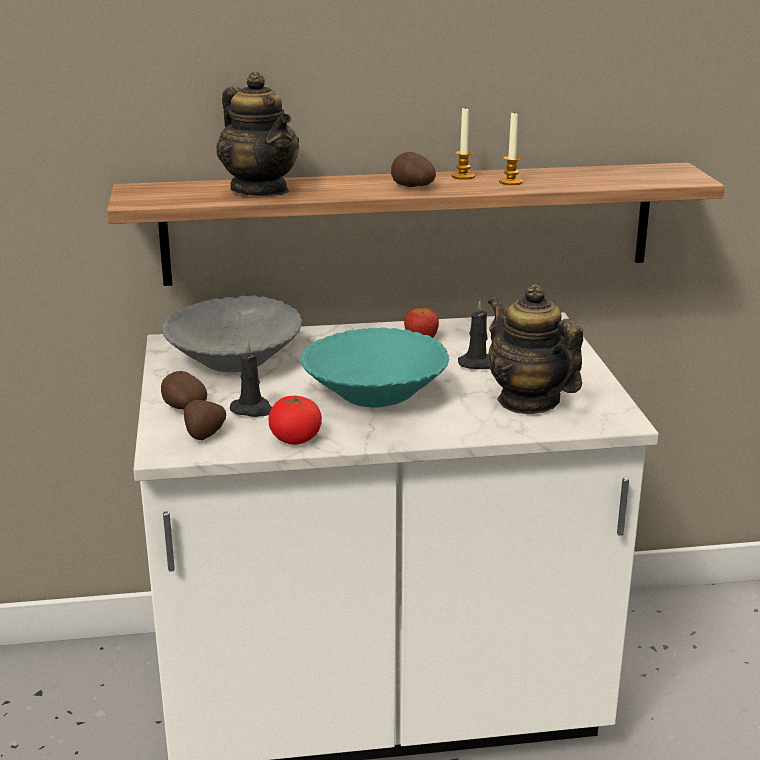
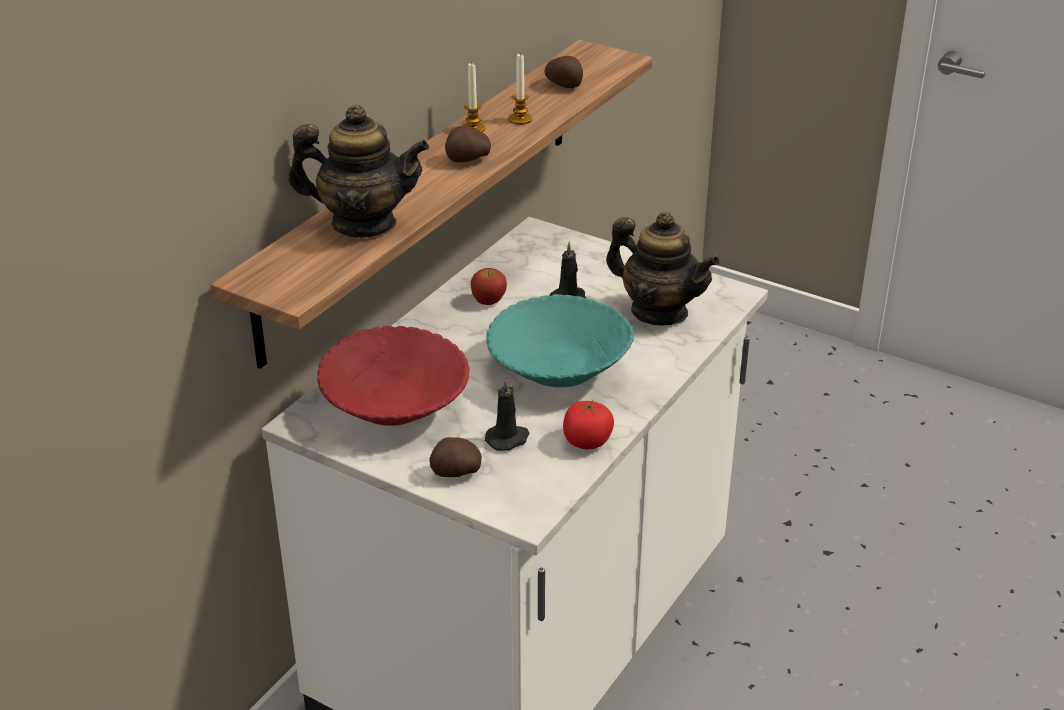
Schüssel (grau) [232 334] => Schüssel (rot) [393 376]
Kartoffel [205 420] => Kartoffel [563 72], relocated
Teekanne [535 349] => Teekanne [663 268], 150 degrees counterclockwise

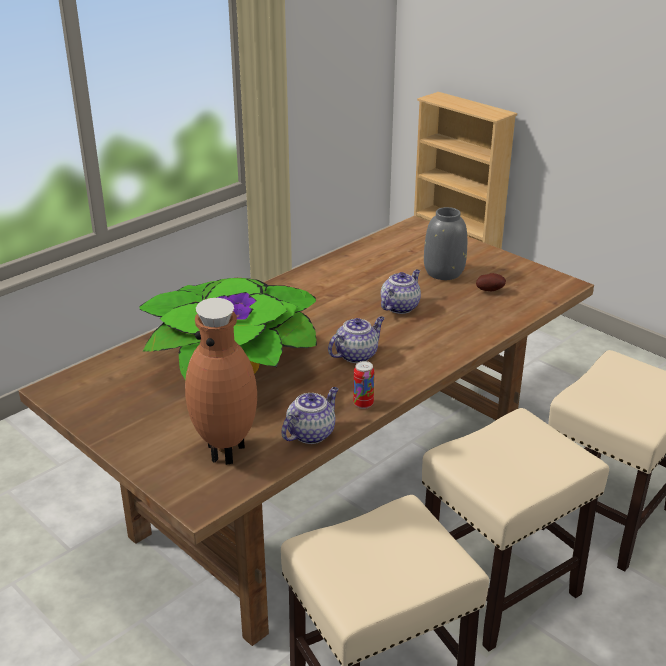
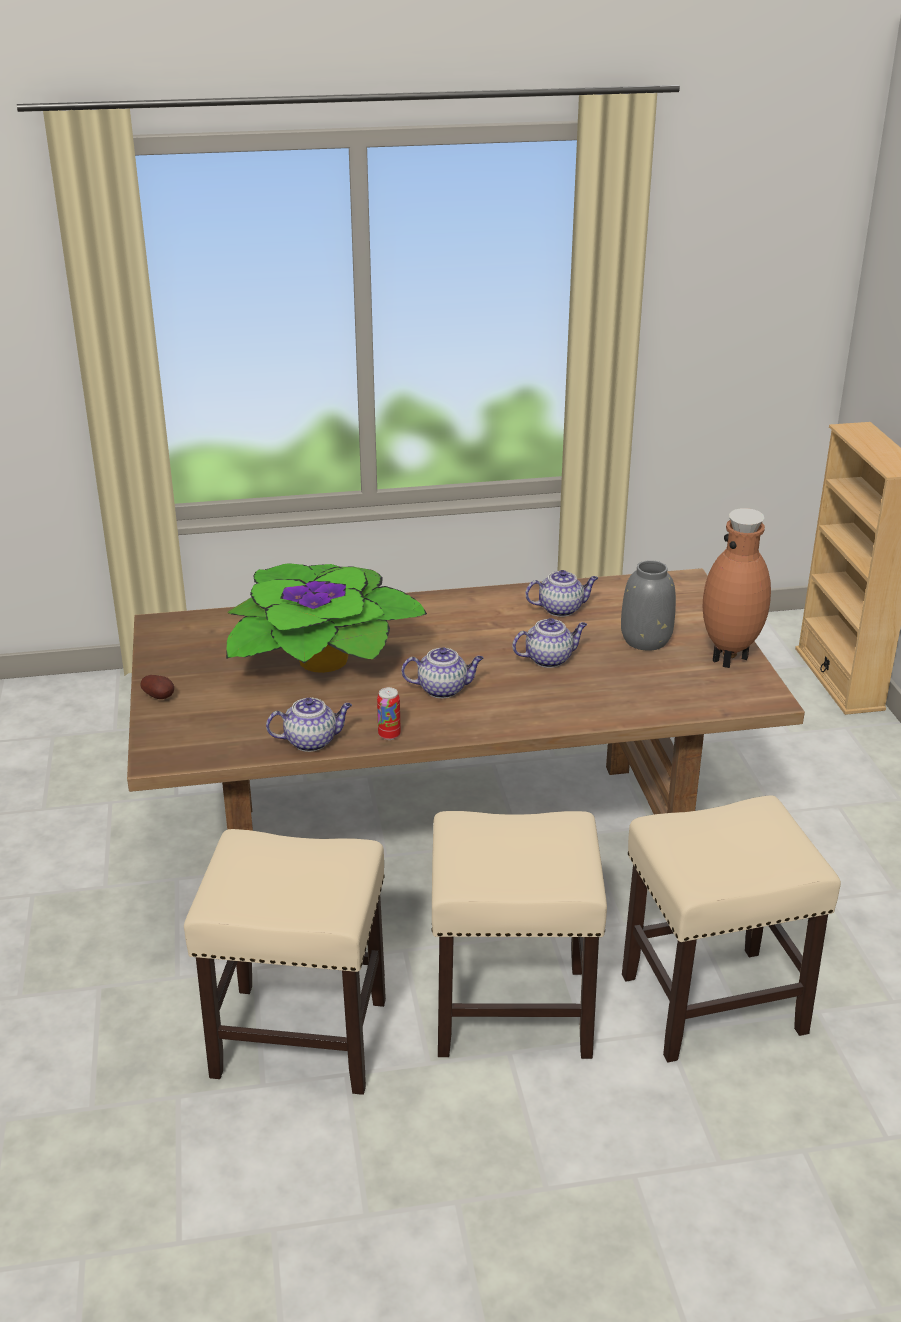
Vase (braun) [221 381] => Vase (braun) [737 588], relocated
Kartoffel [491 282] => Kartoffel [157 687], relocated
nothing => Teekanne [561 593]

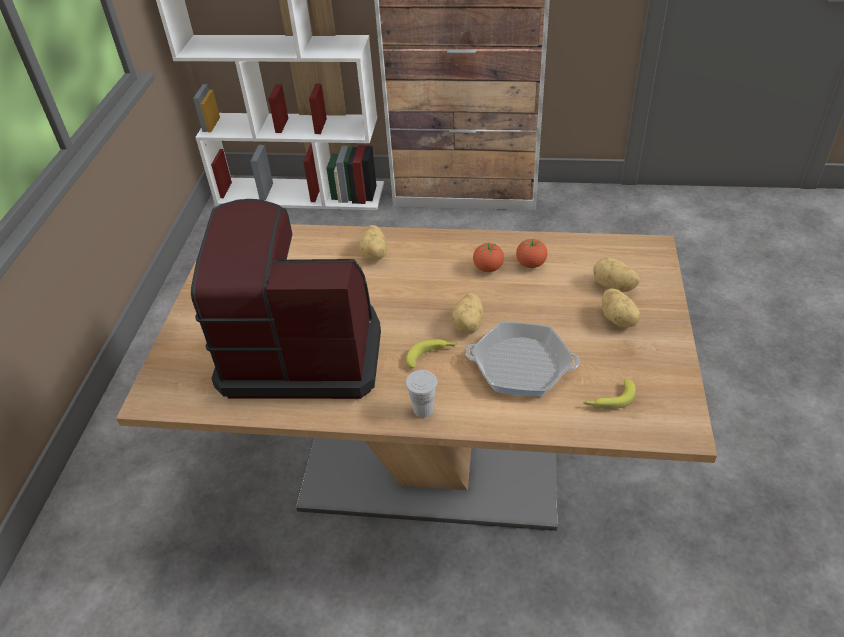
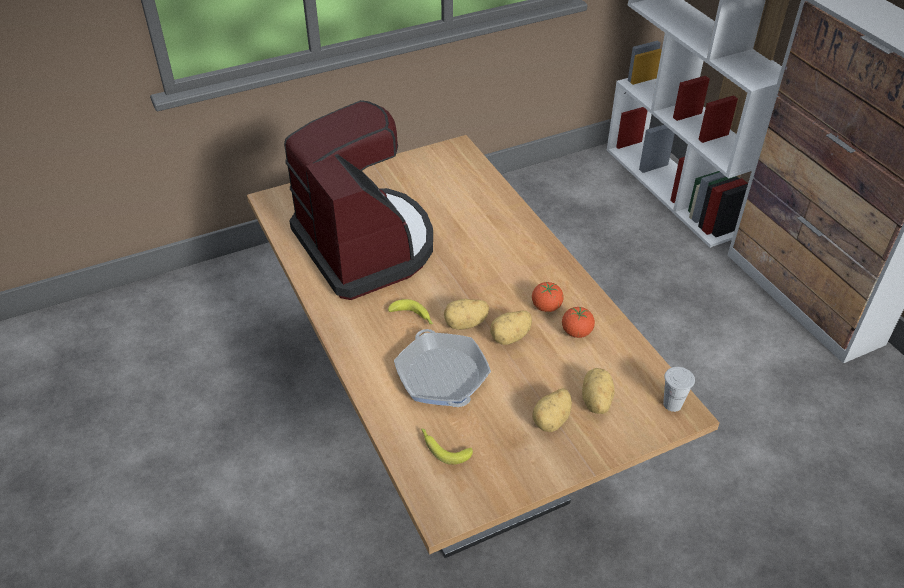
Kartoffel [373 242] => Kartoffel [511 328], relocated
Tasse (weiß) [421 394] => Tasse (weiß) [679 389], relocated

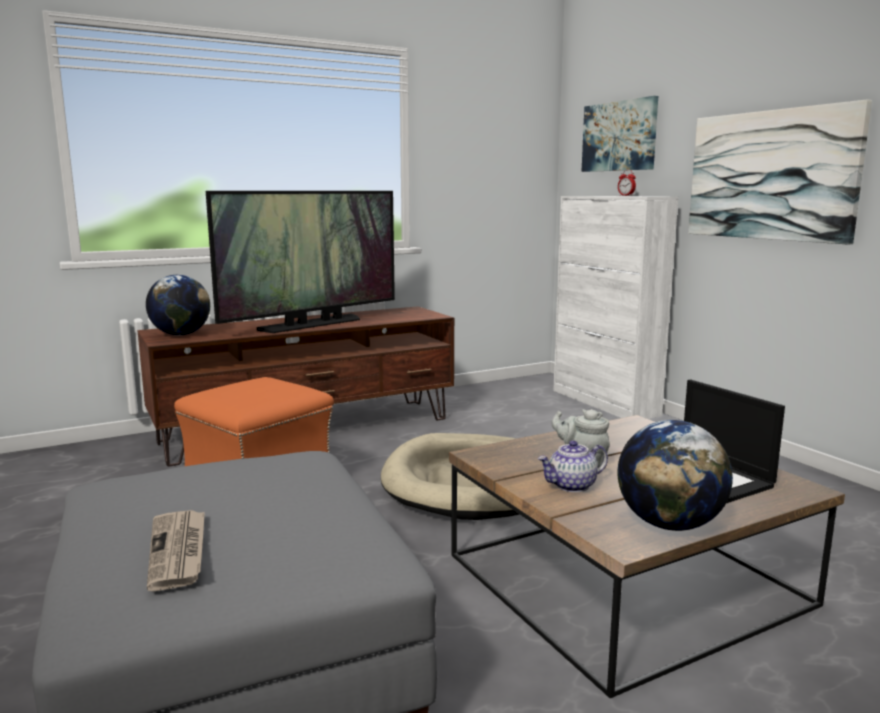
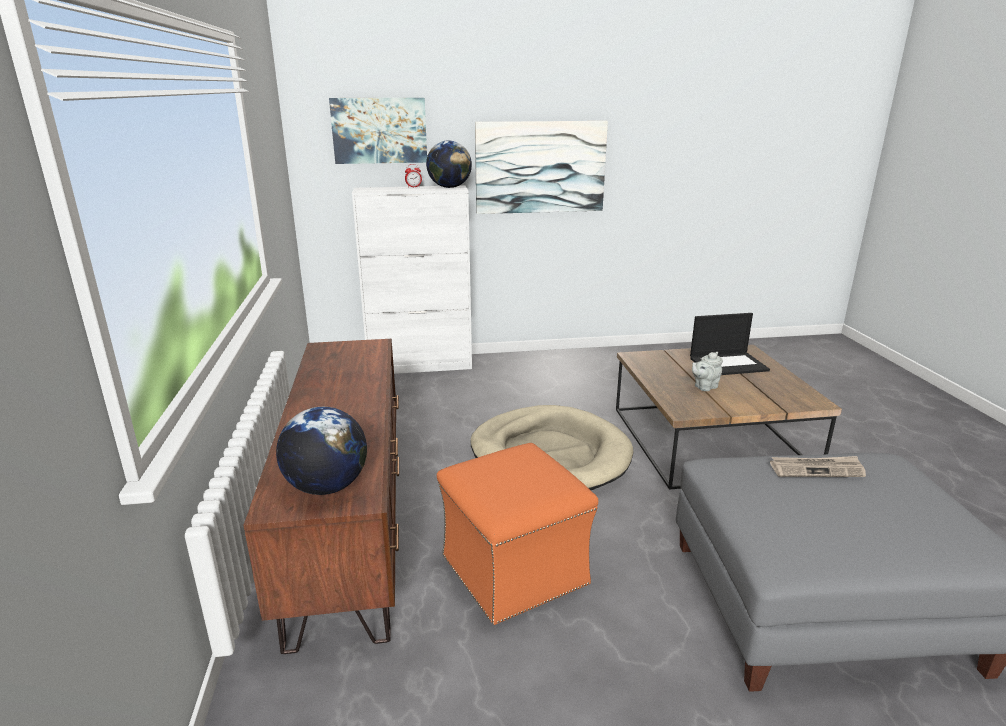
Zeitung [176 550] => Zeitung [818 466], relocated
Fernseher [300 262] => nothing
Teekanne [573 466] => nothing
Globus [675 475] => Globus [449 164], relocated

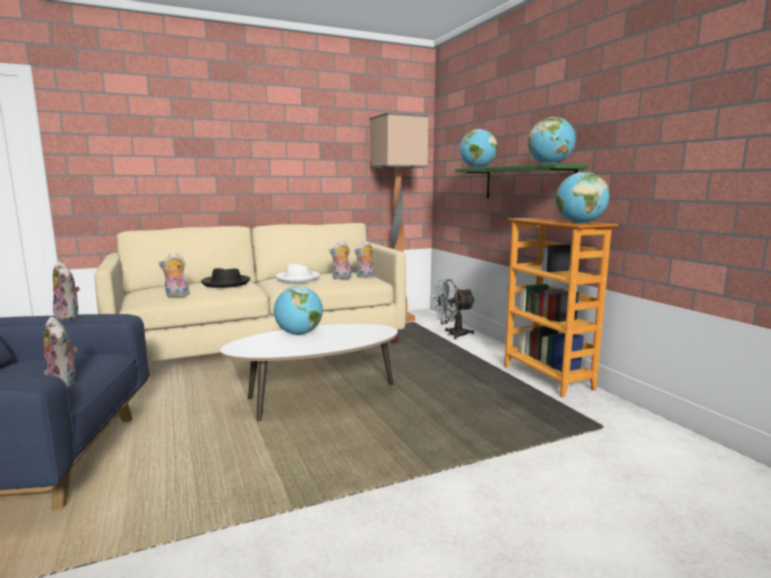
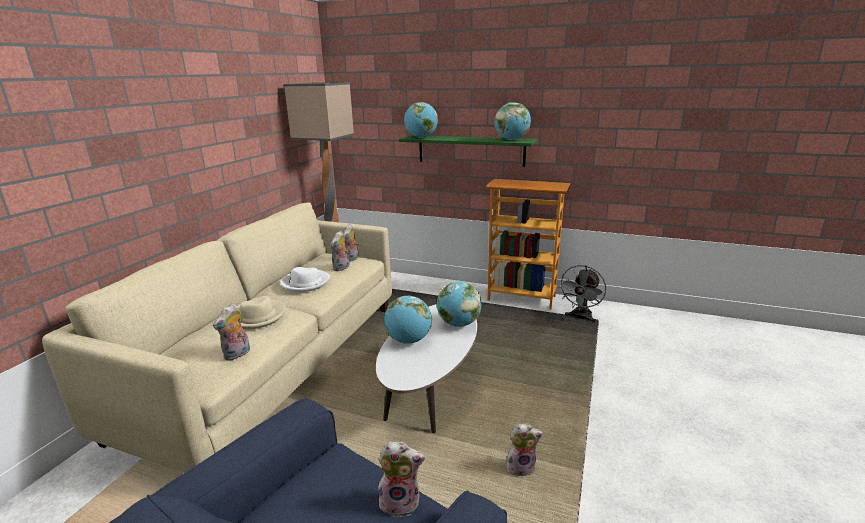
Plüschtier [66 290] => Plüschtier [525 449], relocated
Hut (schwarz) [225 278] => Hut (beige) [261 312]
Ventilator (grau) [454 309] => Ventilator (grau) [582 294], relocated
Globus [582 198] => Globus [459 304], relocated

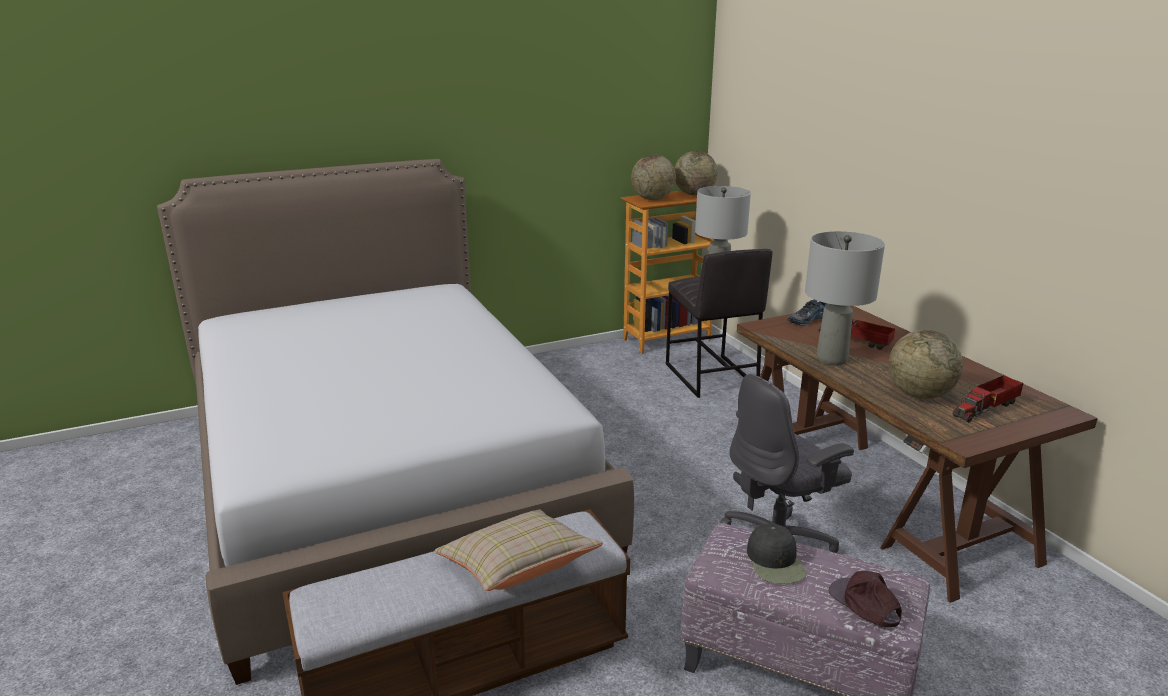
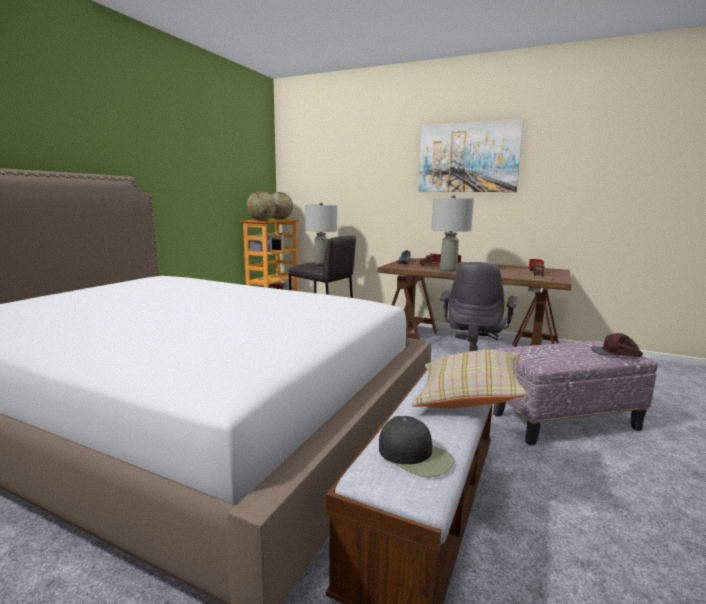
Kappe (schwarz) [777 553] => Kappe (schwarz) [416 446], relocated
Globus [925 364] => nothing
nothing => Bild [471 156]

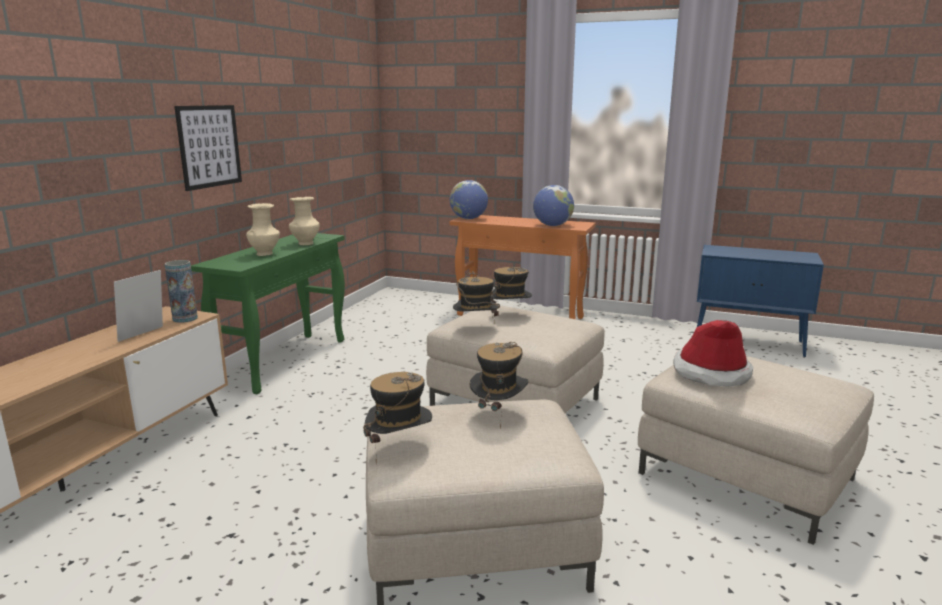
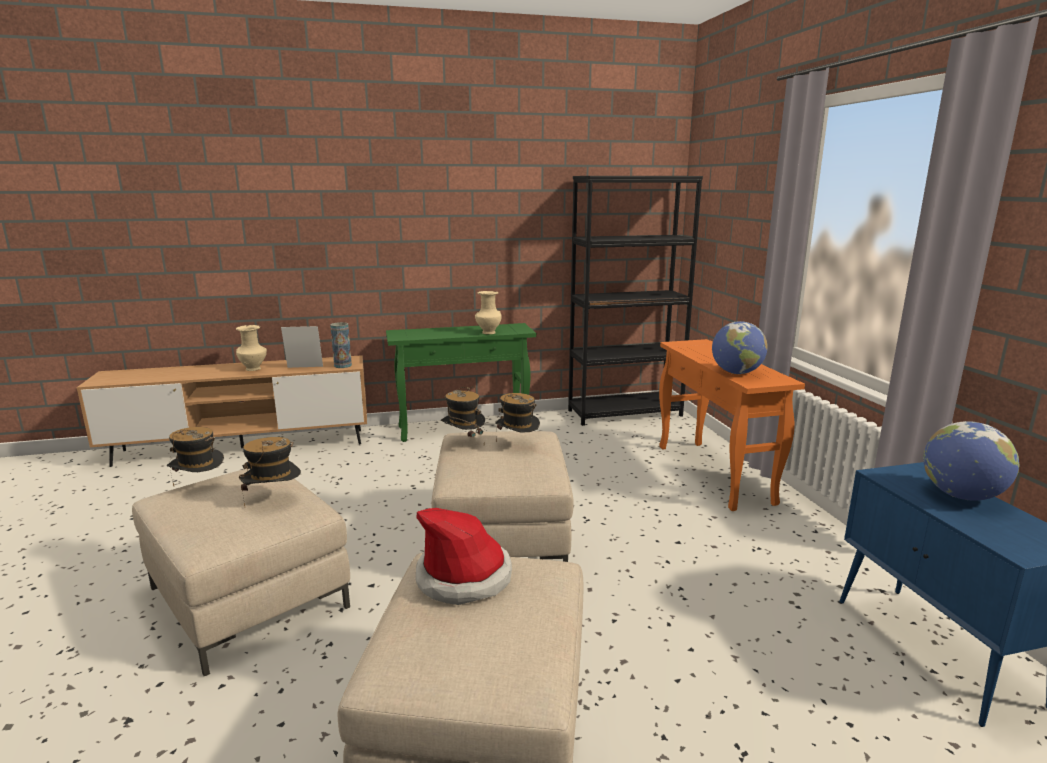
Bild [208 148] => nothing
Vase (beige) [263 229] => Vase (beige) [251 348], relocated
Globus [469 199] => Globus [971 461], relocated
nothing => Bücherregal (schwarz) [635 301]

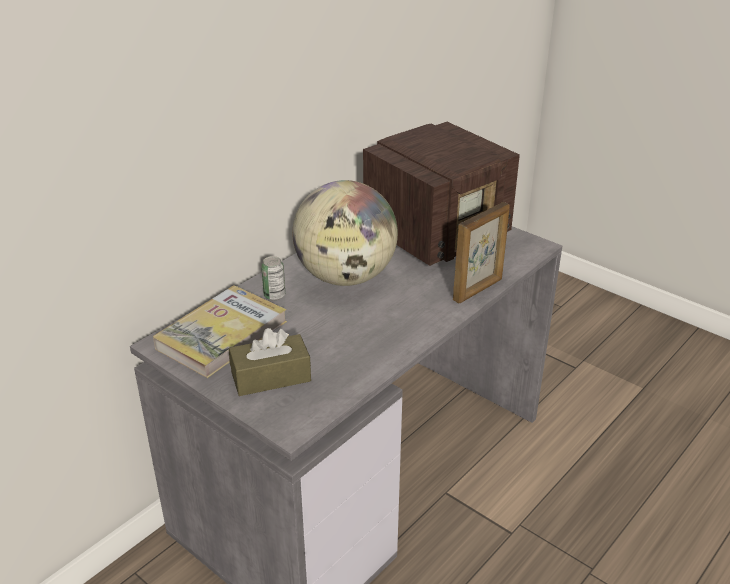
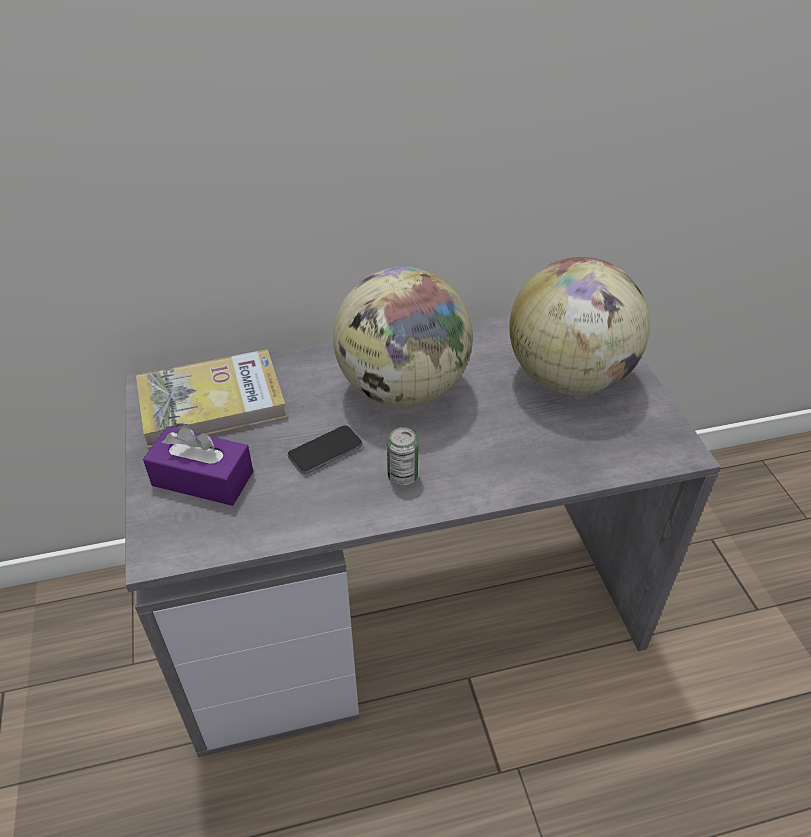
Taschentuchbox (braun) [270 362] => Taschentuchbox (lila) [198 466]
Dose [273 278] => Dose [402 456], relocated
Radio [441 194] => Globus [579 326]
Bilderrahmen [481 253] => nothing
nothing => Handy [325 449]

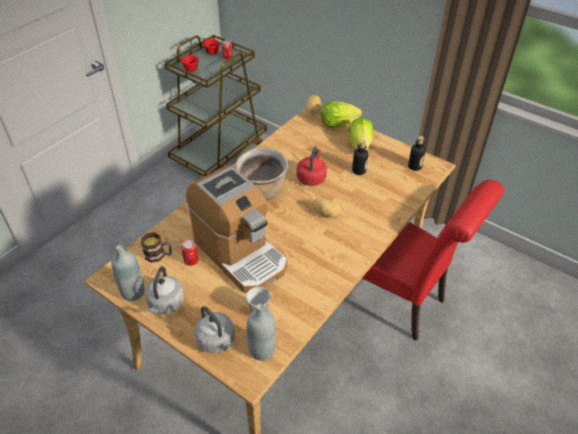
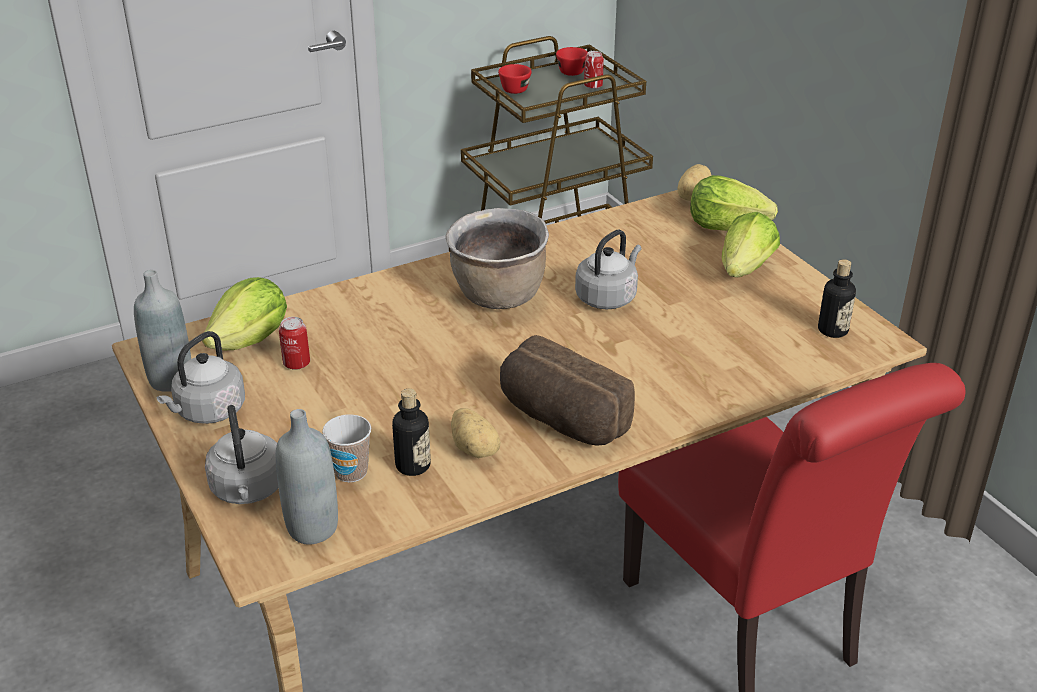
Henkelbecher [156 247] => Salatkopf [244 313]
Kaffeemaschine [236 229] => nothing
Wasserkessel (rot) [312 166] => Wasserkessel (grau) [608 269]
Kartoffel [326 208] => Kartoffel [476 433], relocated
Flasche [360 157] => Flasche [411 432], relocated
nothing => Brot [567 390]

